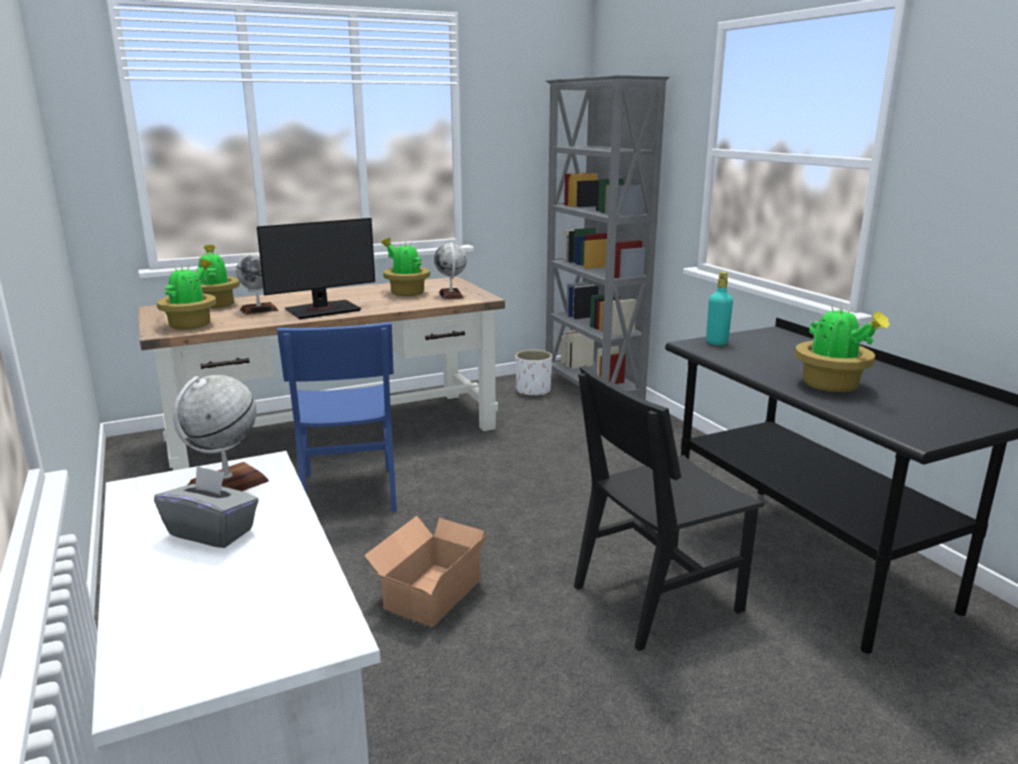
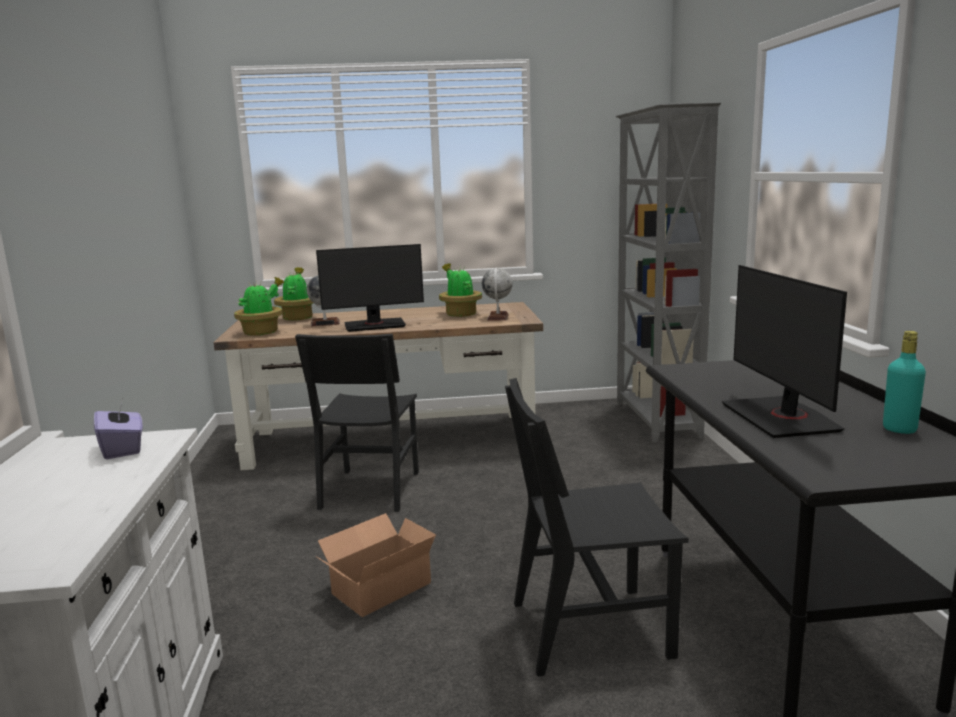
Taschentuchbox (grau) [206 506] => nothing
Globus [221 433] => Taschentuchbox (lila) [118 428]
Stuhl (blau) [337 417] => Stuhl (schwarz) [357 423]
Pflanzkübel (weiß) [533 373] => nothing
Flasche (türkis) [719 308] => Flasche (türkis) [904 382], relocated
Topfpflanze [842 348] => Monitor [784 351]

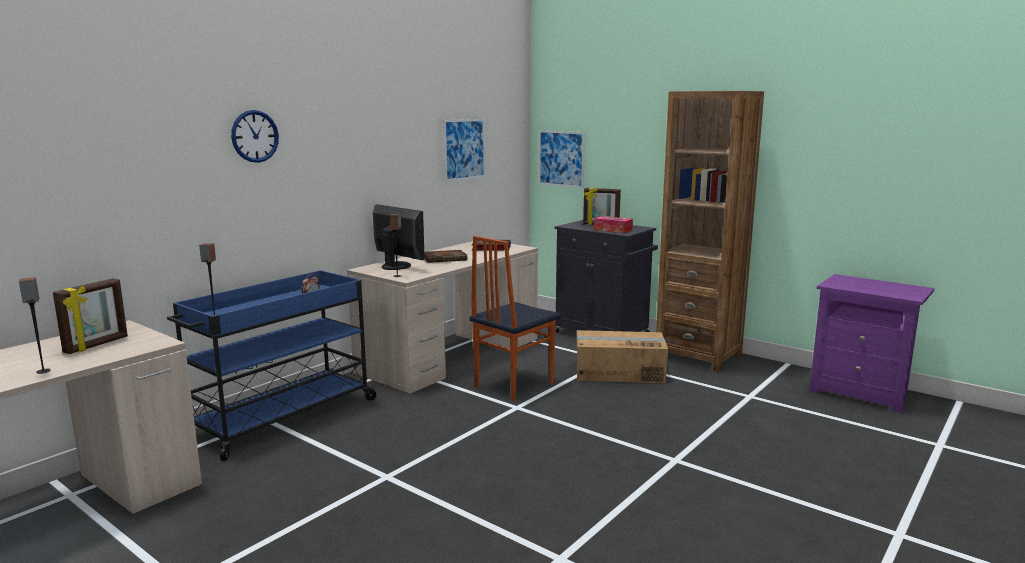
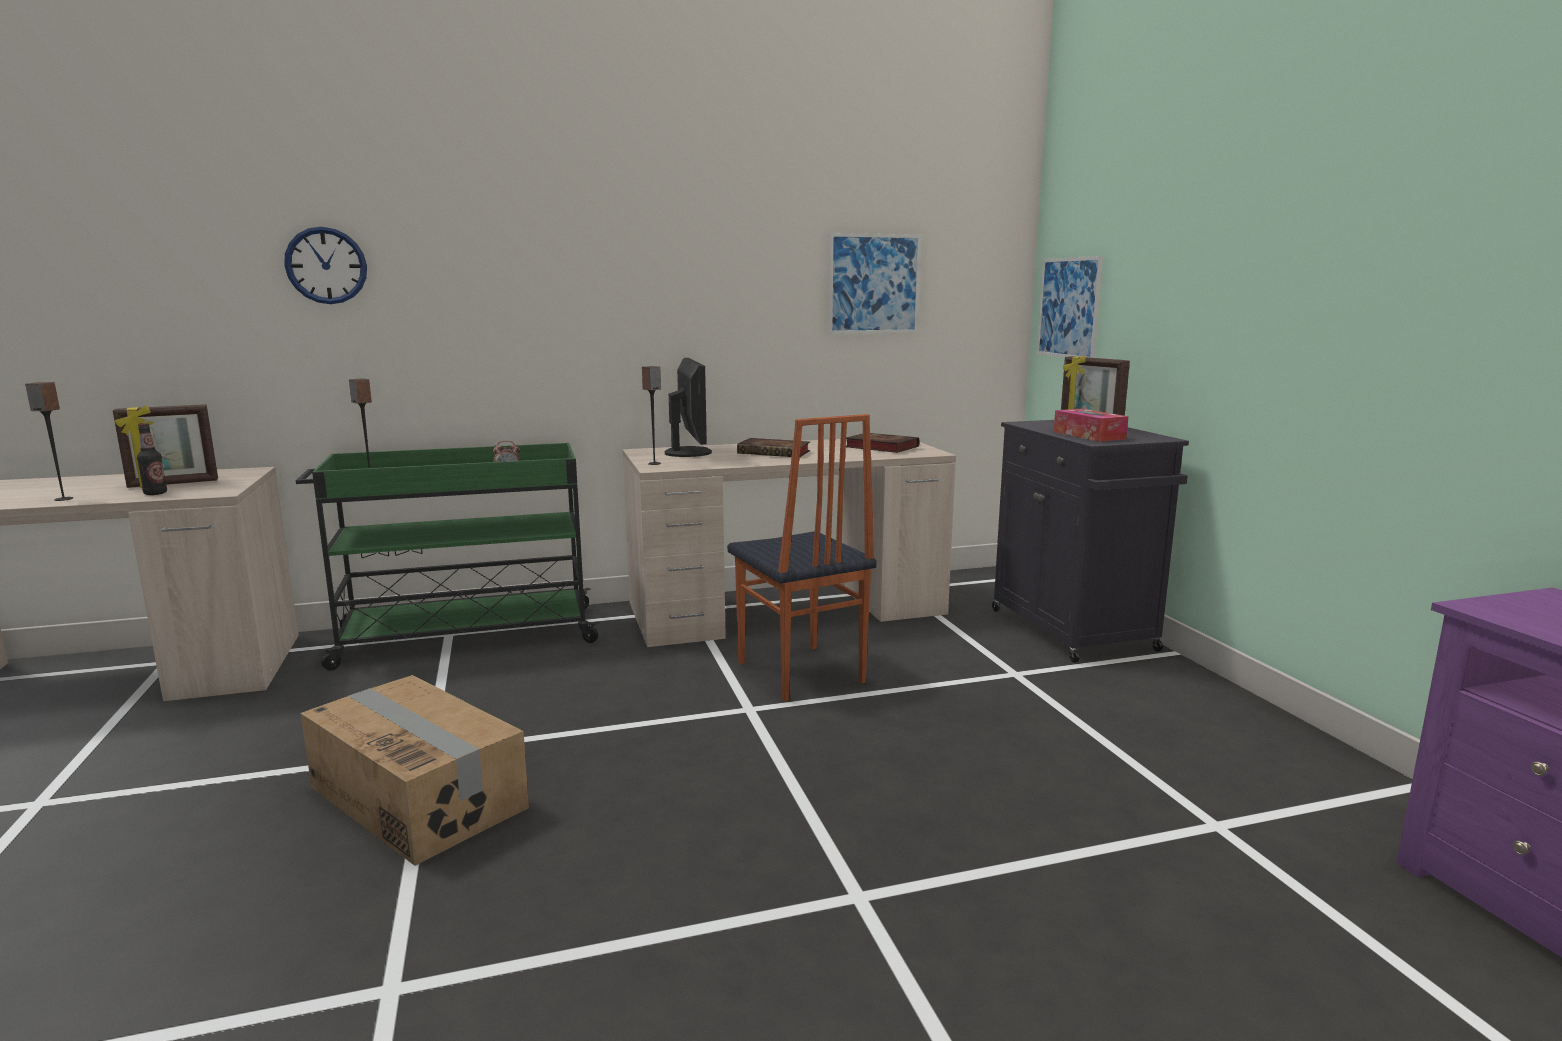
Rollwagen (blau) [272 365] => Rollwagen (grün) [448 557]
Wanduhr [255 136] => Wanduhr [325 265], relocated
Stuhl [515 318] => Stuhl [802 557], 105 degrees counterclockwise
Karton [622 356] => Karton [415 770], relocated
Bücherregal (braun) [710 231] => nothing
nothing => Flasche [152 459]

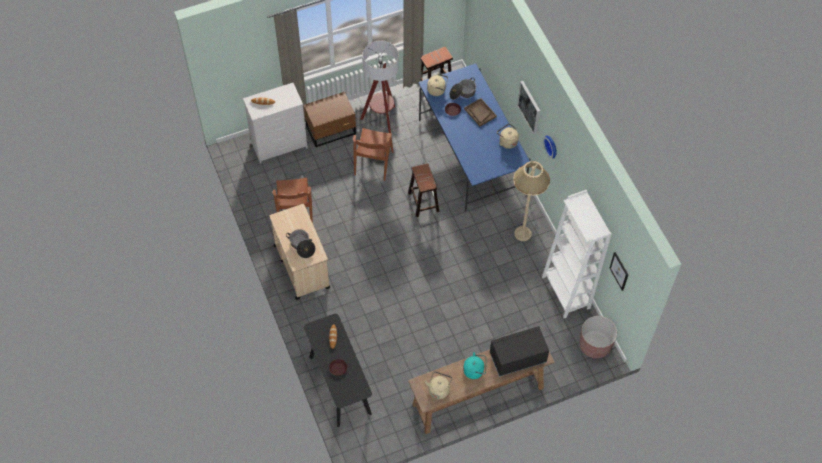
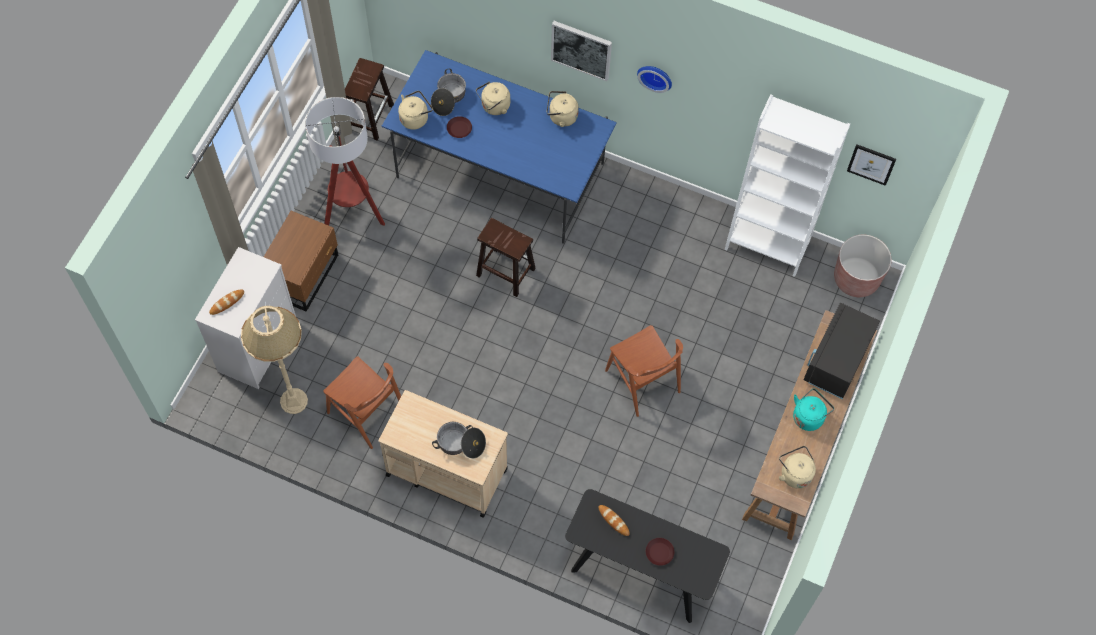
Stuhl (braun) [373 154] => Stuhl (braun) [644 371], relocated
Tablett (braun) [480 112] => Wasserkessel (beige) [493 98]
Stehlampe (beige) [531 201] => Stehlampe (beige) [274 360], relocated

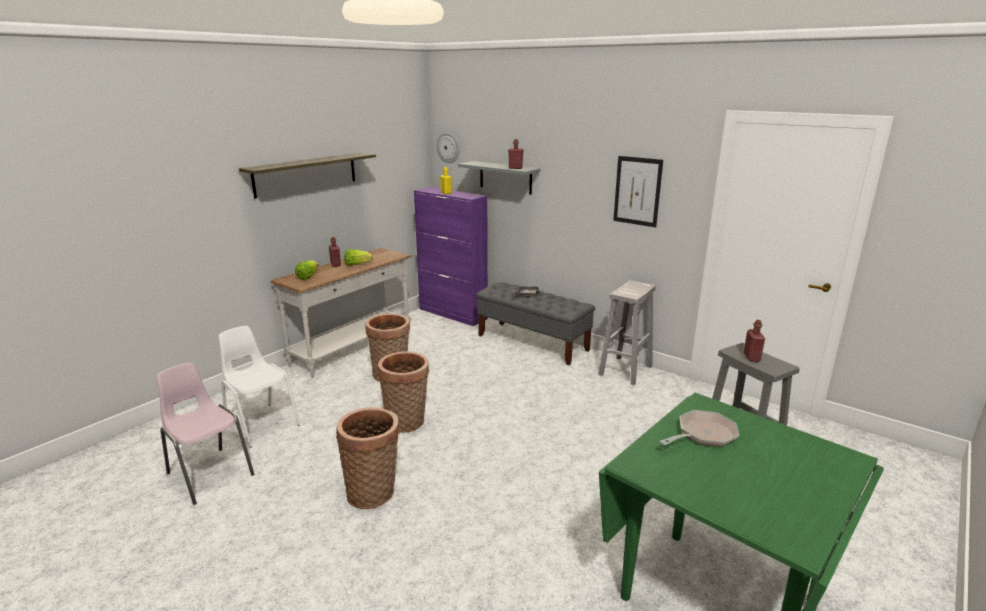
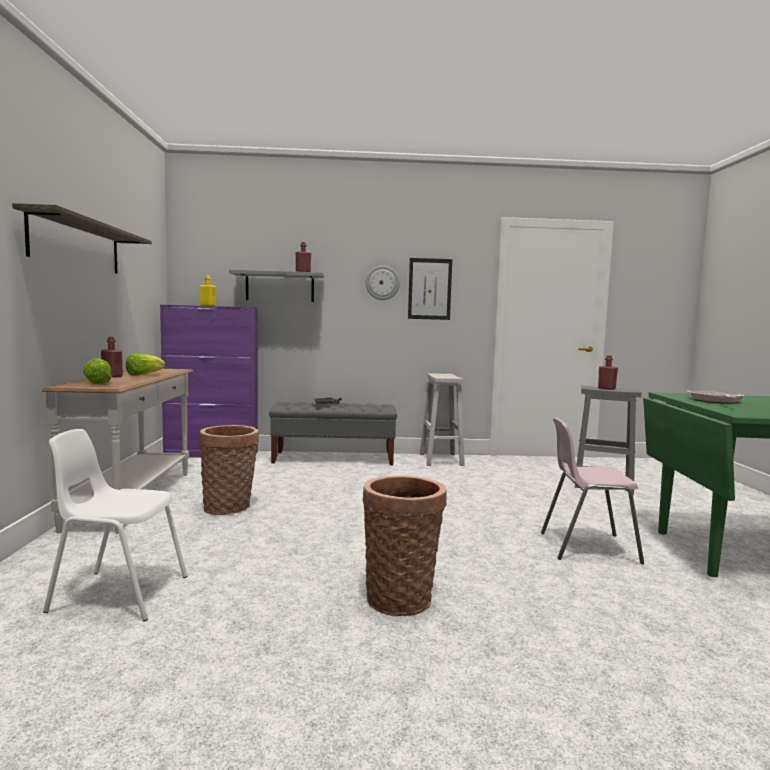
Stuhl (rosa) [205 434] => Stuhl (rosa) [592 491], relocated
Korb [403 392] => nothing
Wanduhr [448 147] => Wanduhr [383 282], relocated

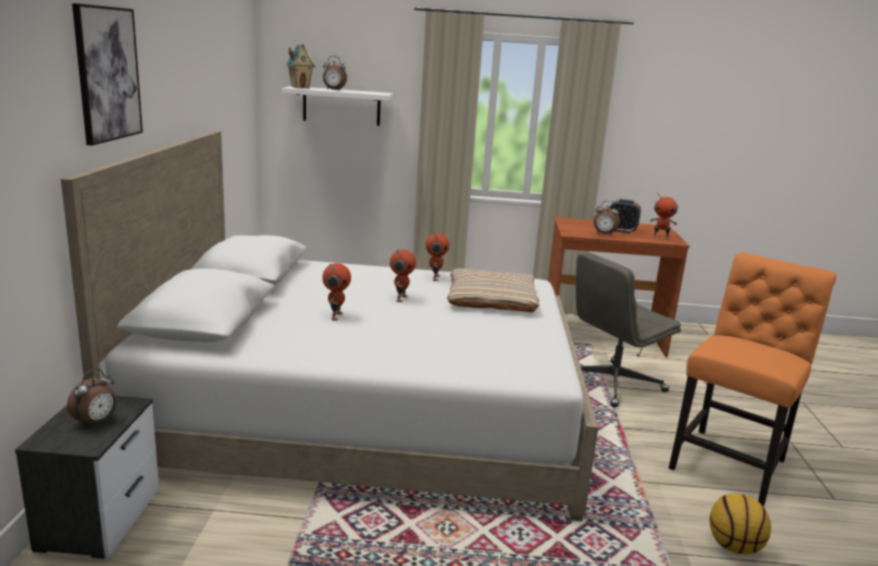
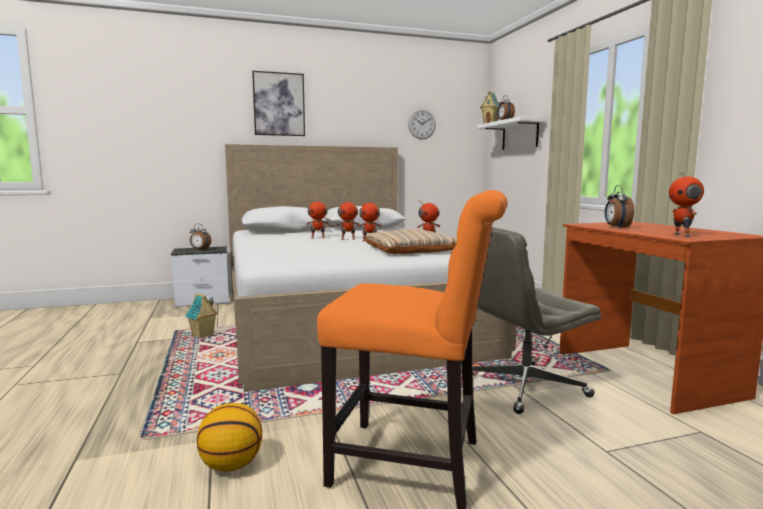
Bürostuhl (grau) [628 330] => Bürostuhl (grau) [536 320], 60 degrees counterclockwise
Wecker [625 216] => nothing
nothing => Spielzeughaus [201 316]
nothing => Spielzeugroboter [348 220]
nothing => Wanduhr [422 124]

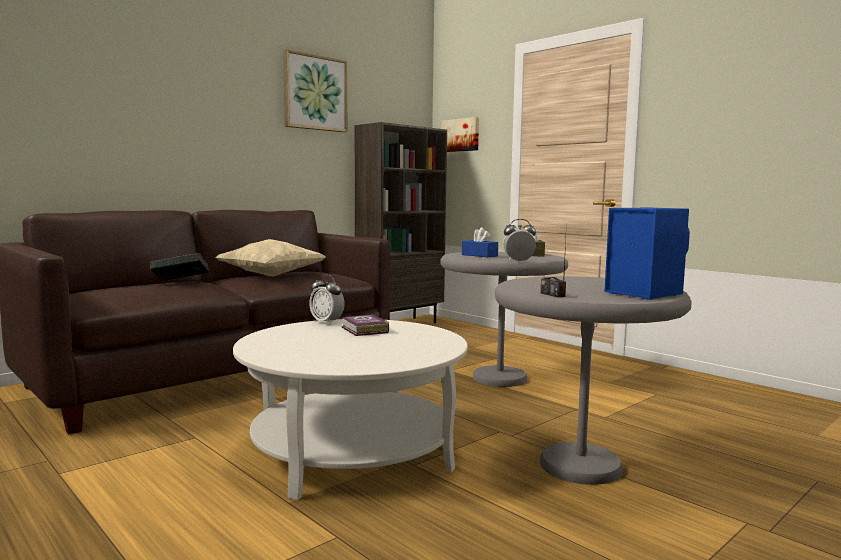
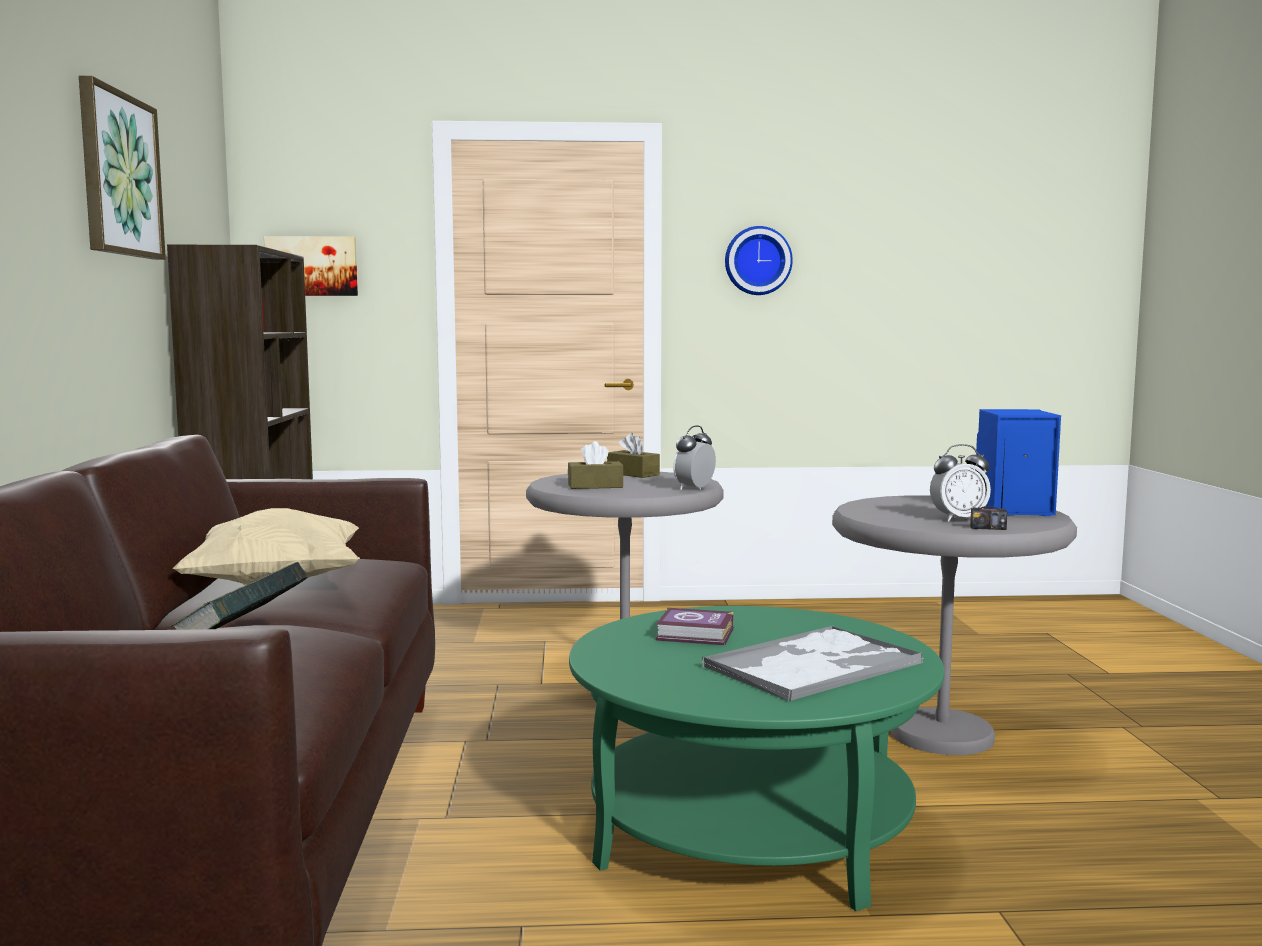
Couchtisch (weiß) [350 409] => Couchtisch (grün) [756 758]
Wecker [326 299] => Wecker [960 482], relocated
Taschentuchbox (blau) [480 242] => Taschentuchbox (braun) [596 465]
nothing => Tablett [812 664]
nothing => Wanduhr [759 260]

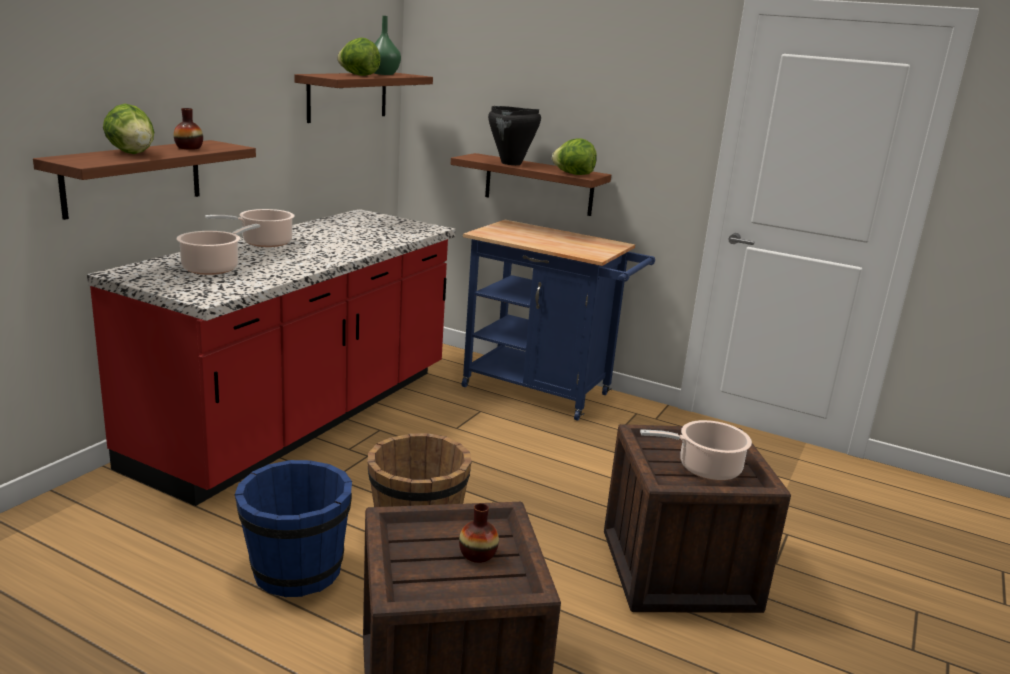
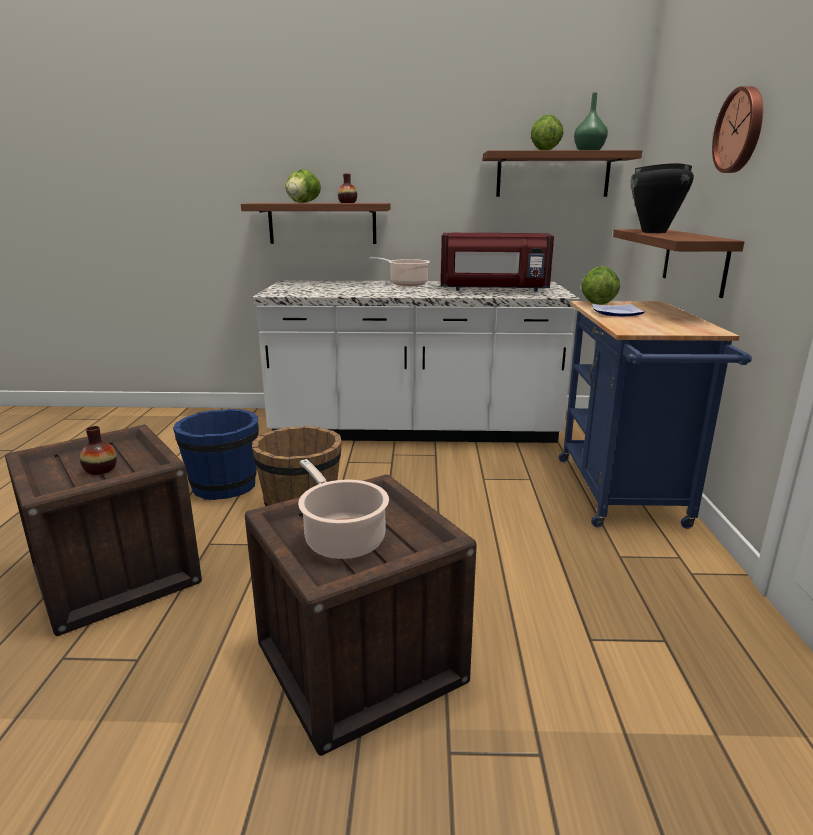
Küchenzeile (rot) [271 357] => Küchenzeile (weiß) [416 361]
Kochtopf [218 249] => nothing
Salatkopf [574 156] => Salatkopf [600 285], relocated
nothing => Mikrowelle (rot) [497 262]
nothing => Teller [618 310]
nothing => Wanduhr [737 129]

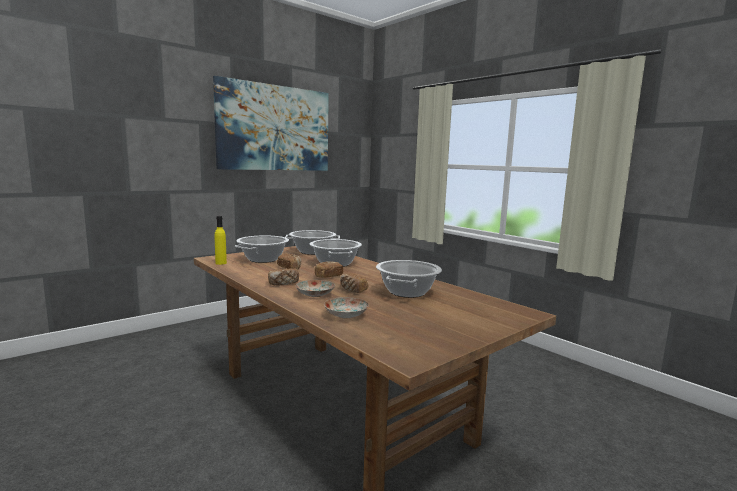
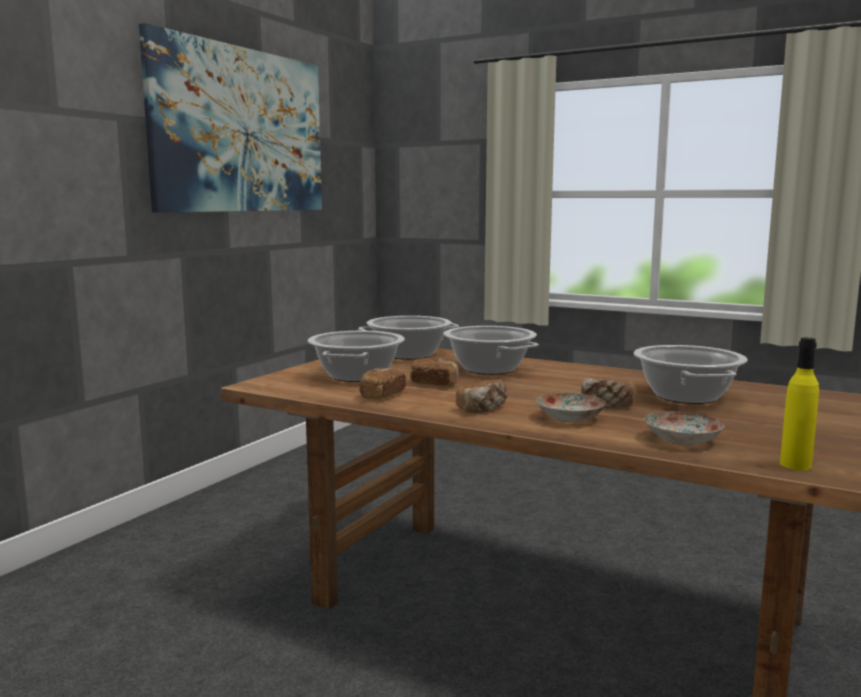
Flasche (gelb) [221 240] => Flasche (gelb) [799 404], relocated
Brot [329 269] => Brot [382 383], relocated

